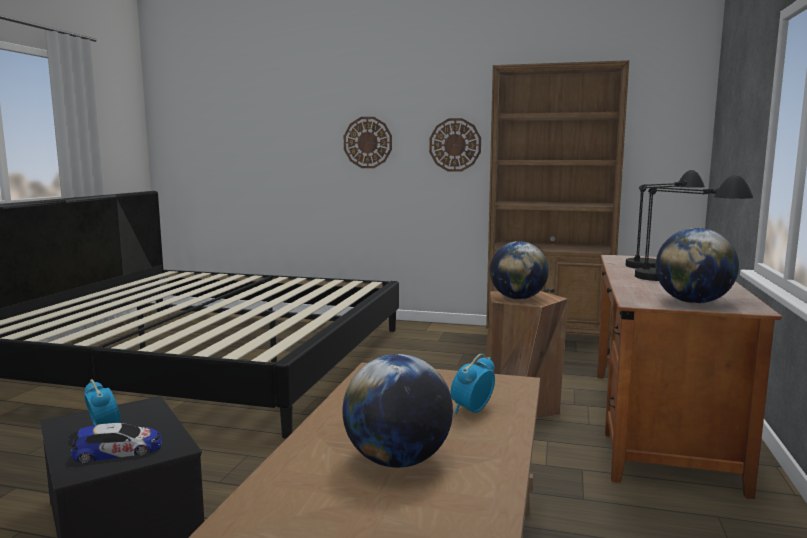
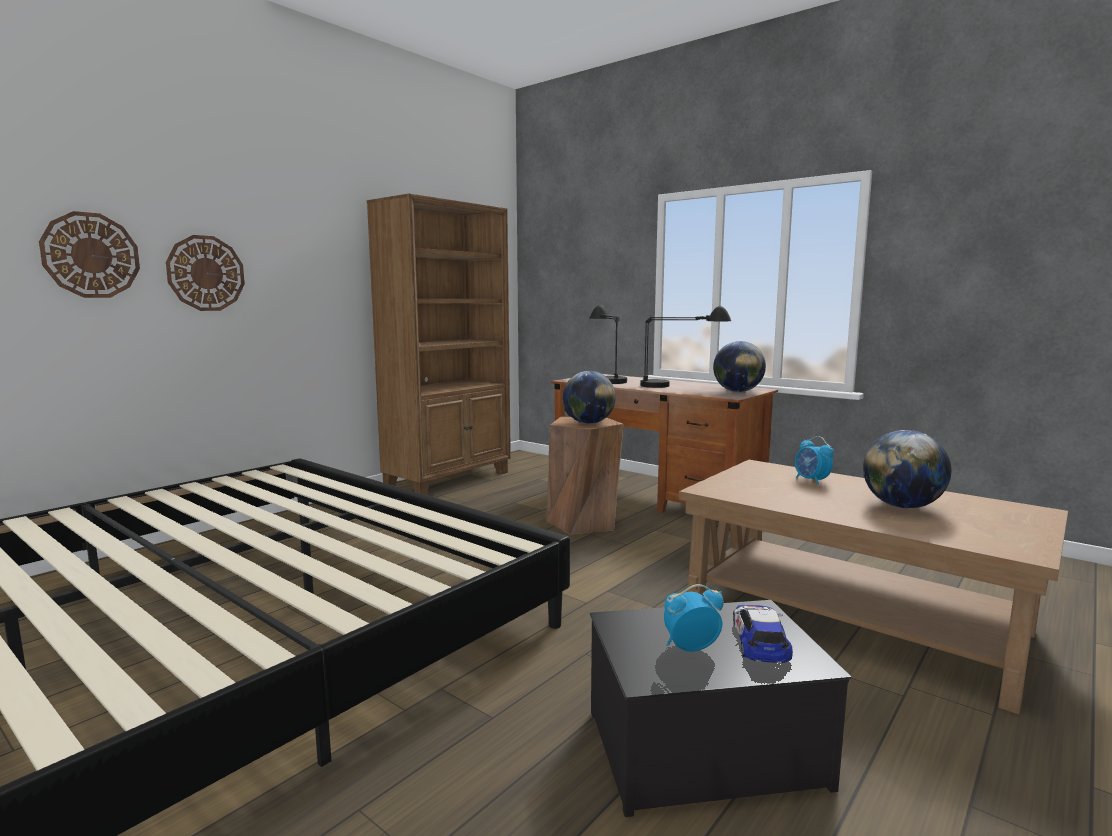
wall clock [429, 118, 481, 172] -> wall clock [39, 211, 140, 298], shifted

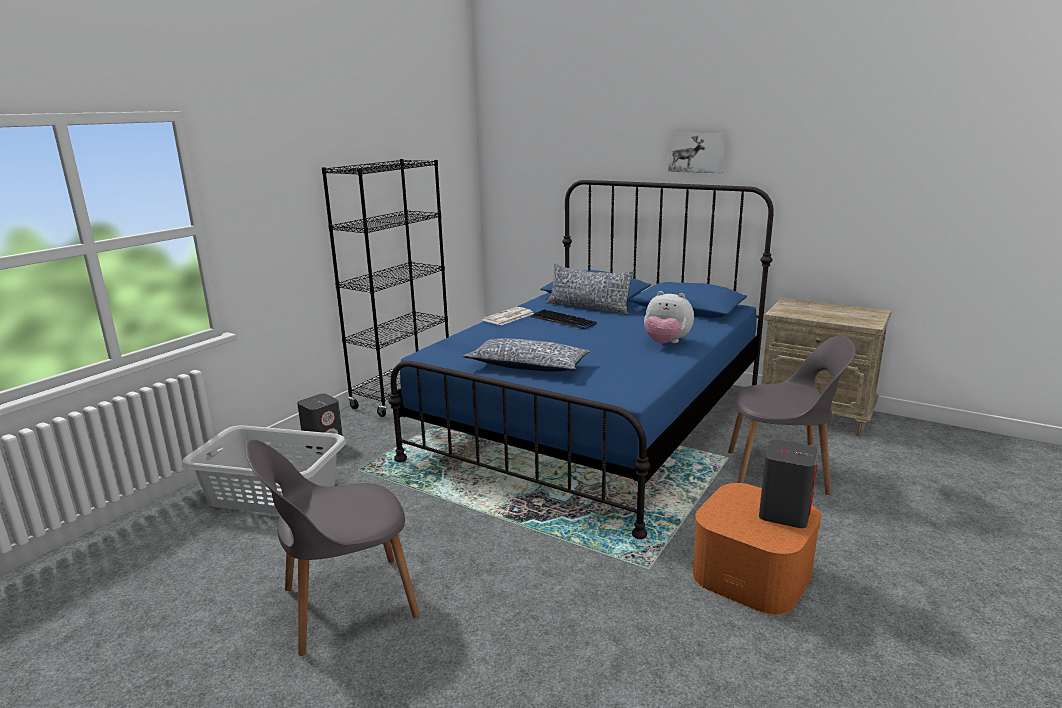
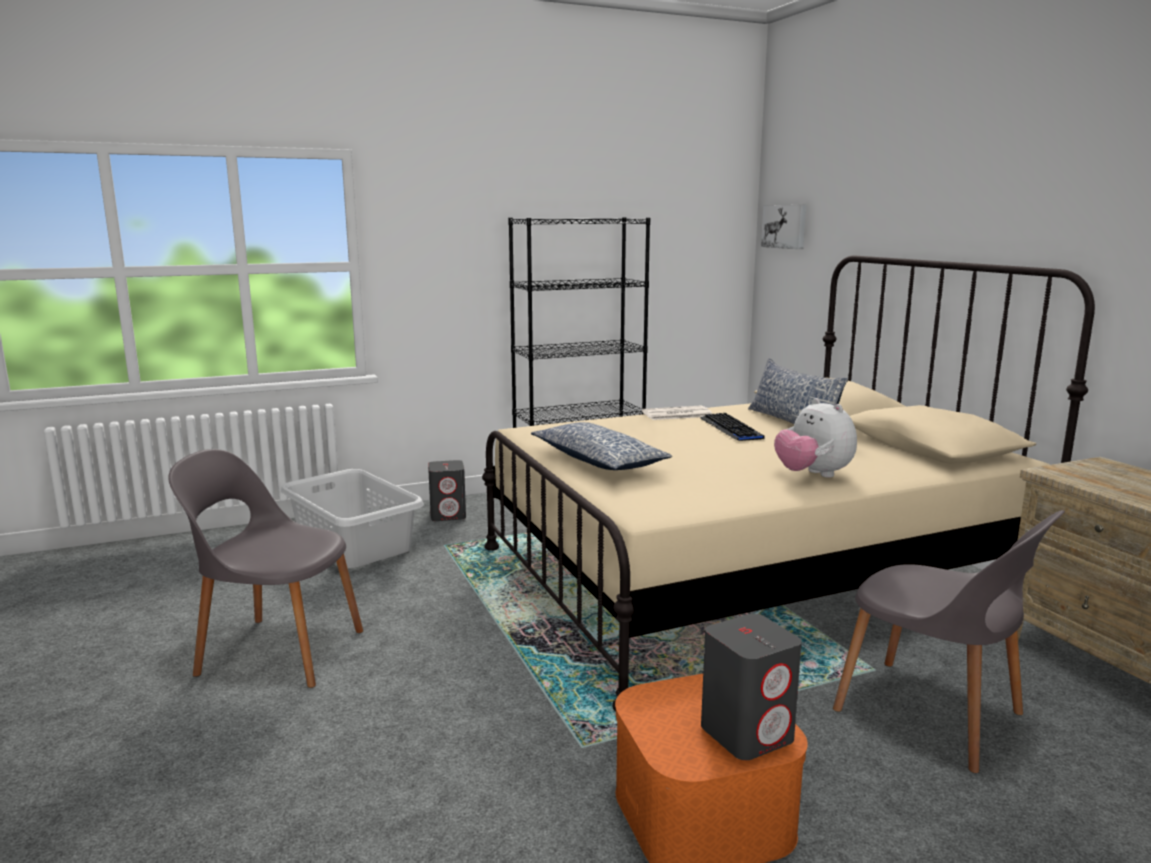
blue bed [388, 180, 774, 539] -> beige bed [482, 255, 1095, 712]
picture [668, 133, 726, 173] -> picture [761, 205, 806, 249], shifted

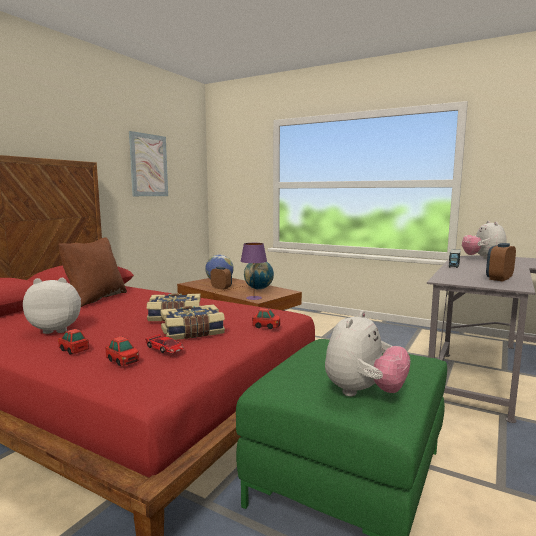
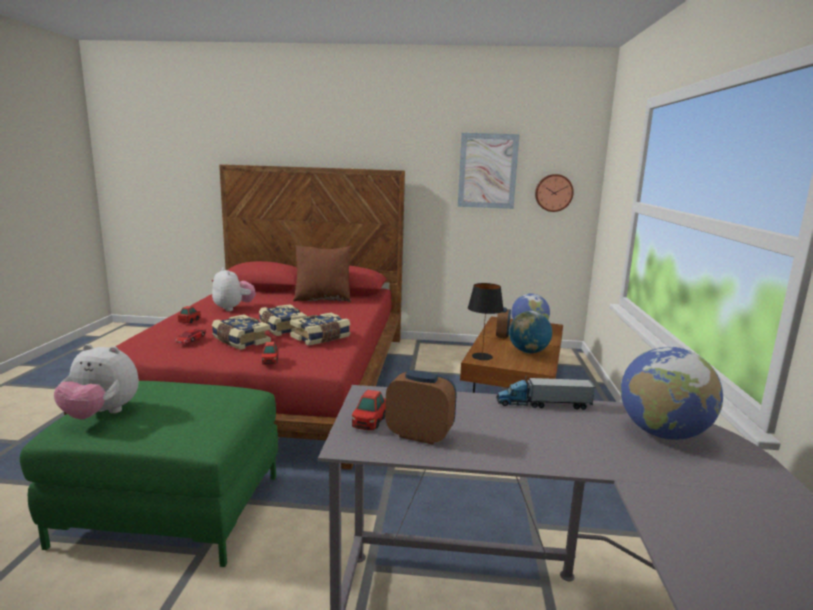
toy car [106, 336, 139, 366] -> toy car [352, 390, 386, 430], shifted
purple table lamp [241, 243, 267, 300] -> black table lamp [468, 283, 504, 360]
plush toy [462, 221, 506, 259] -> globe [621, 347, 723, 440]
none -> book [290, 312, 351, 346]
none -> wall clock [535, 174, 574, 212]

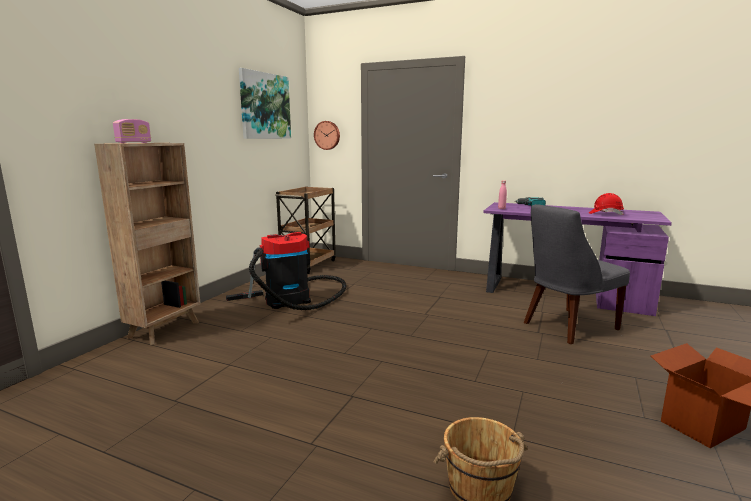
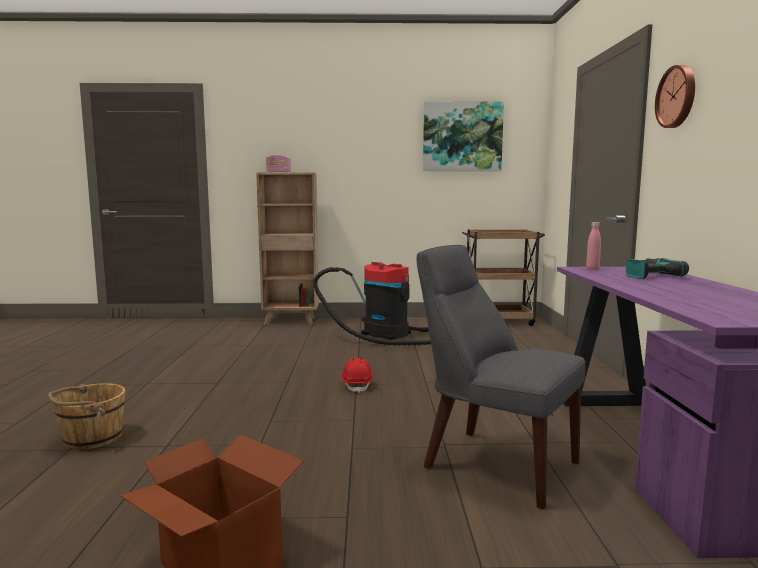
wall clock [314, 121, 340, 150] -> wall clock [655, 65, 695, 128], shifted
red hard hat [589, 193, 624, 215] -> red hard hat [341, 358, 374, 393], shifted

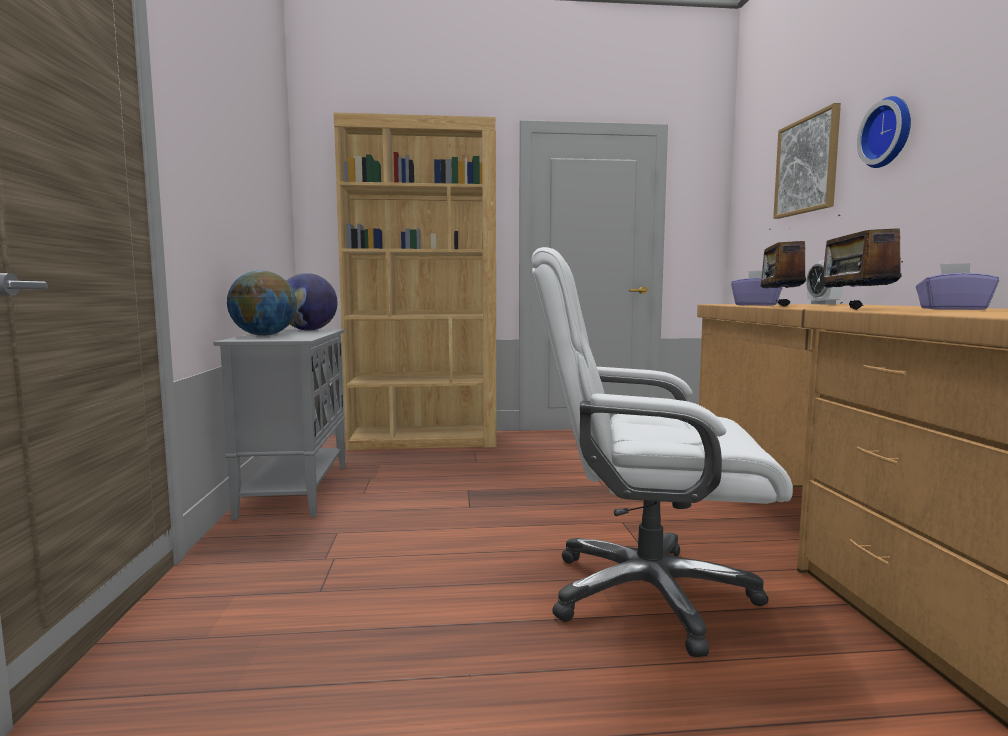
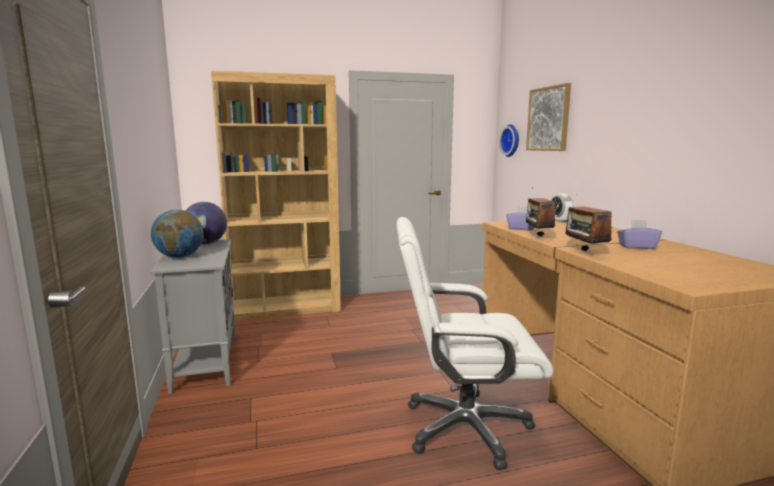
wall clock [857, 96, 911, 168] -> wall clock [500, 124, 519, 157], shifted

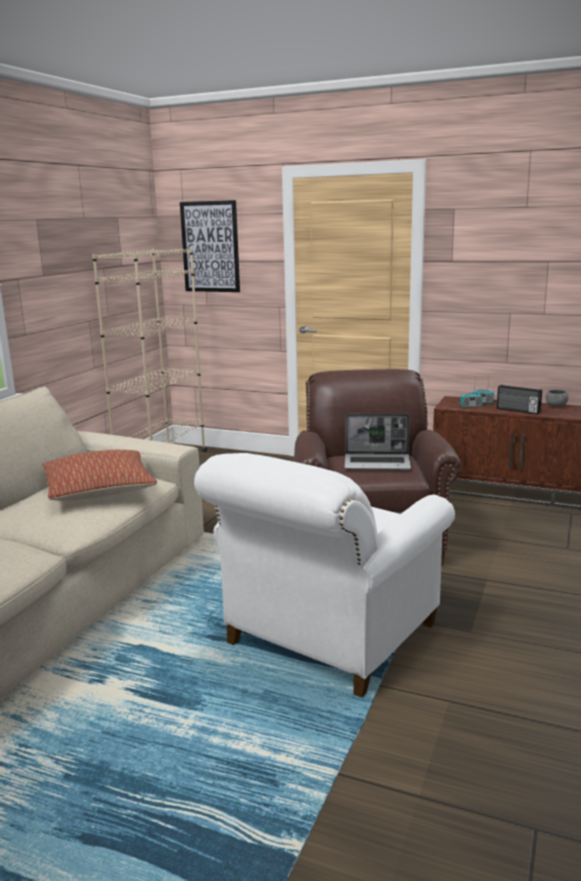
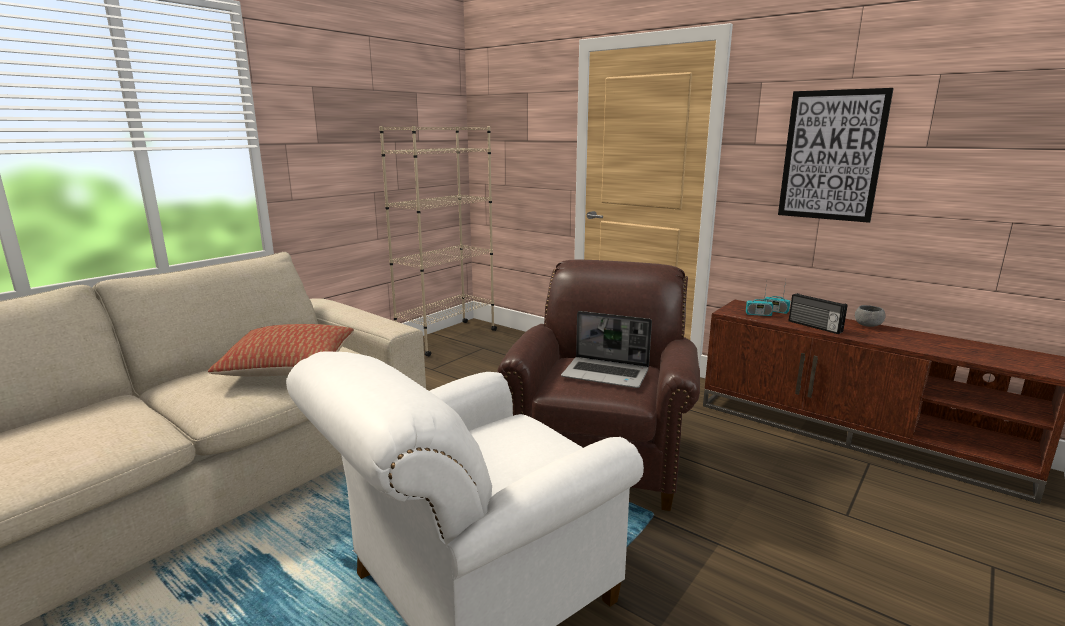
picture [180, 200, 240, 292] -> picture [778, 88, 894, 223], shifted

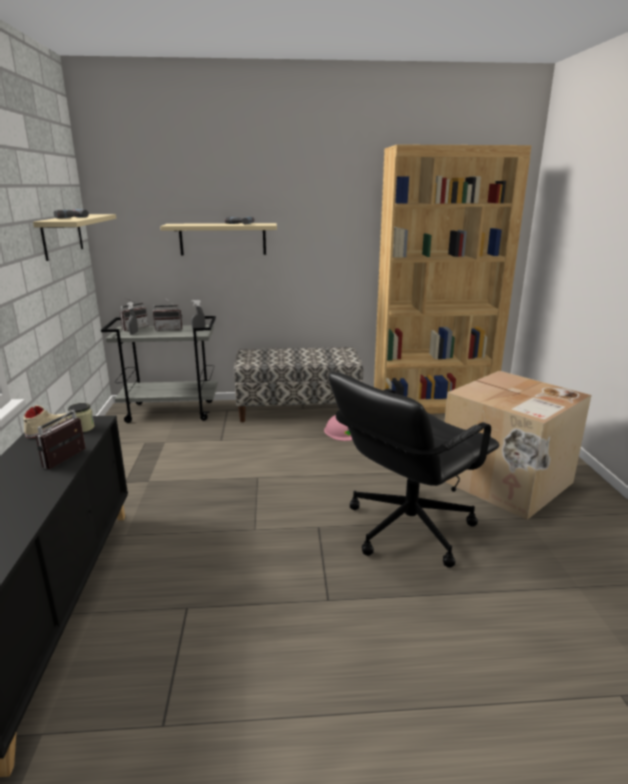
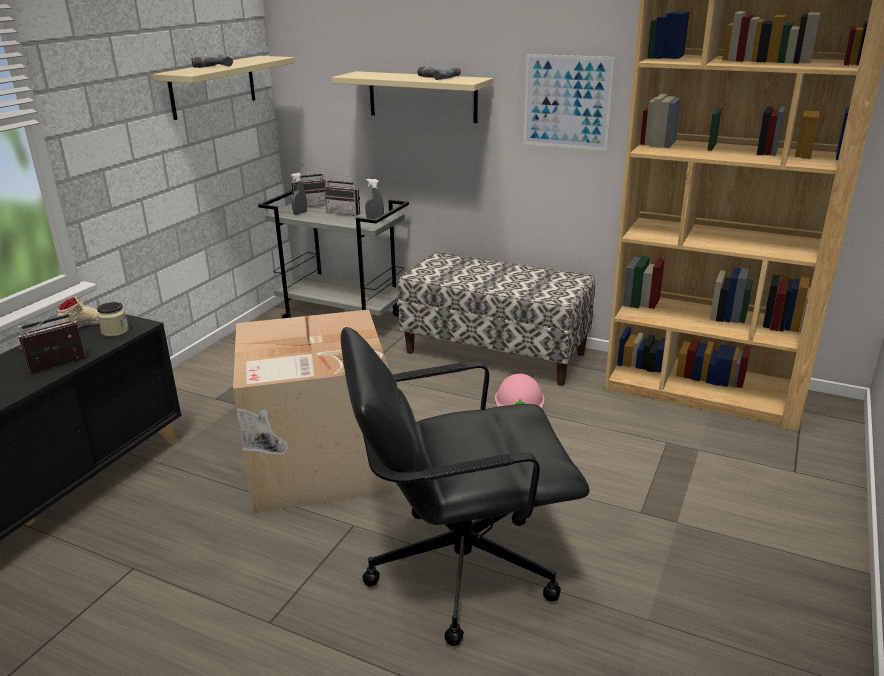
cardboard box [444, 371, 591, 520] -> cardboard box [233, 310, 396, 514], shifted
none -> picture [524, 54, 615, 151]

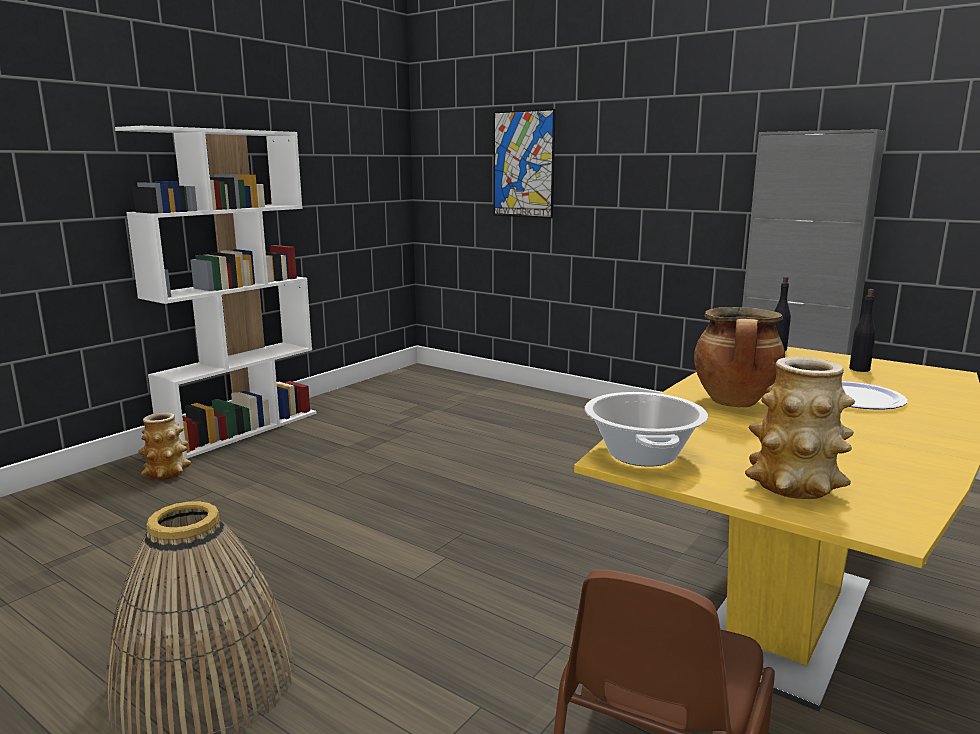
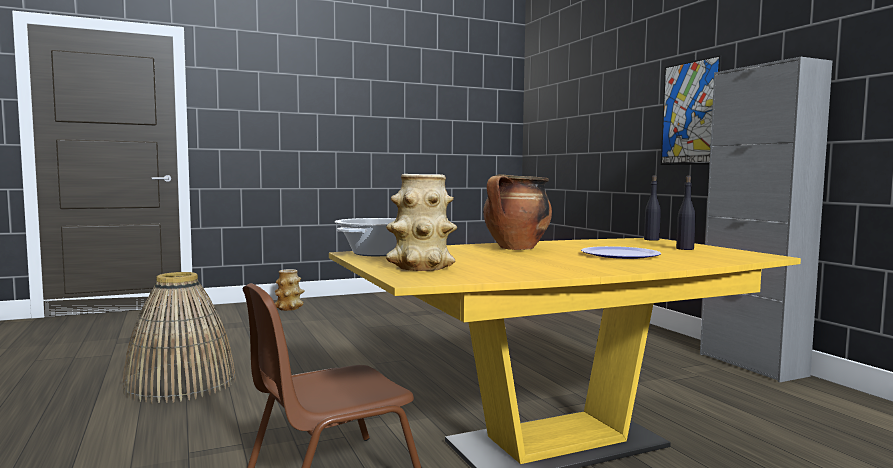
white bookcase [115, 125, 317, 459] -> none
picture [494, 109, 556, 219] -> picture [661, 55, 722, 165], shifted

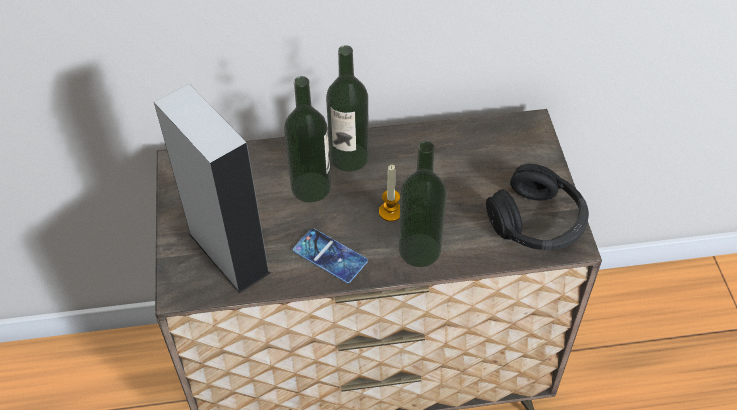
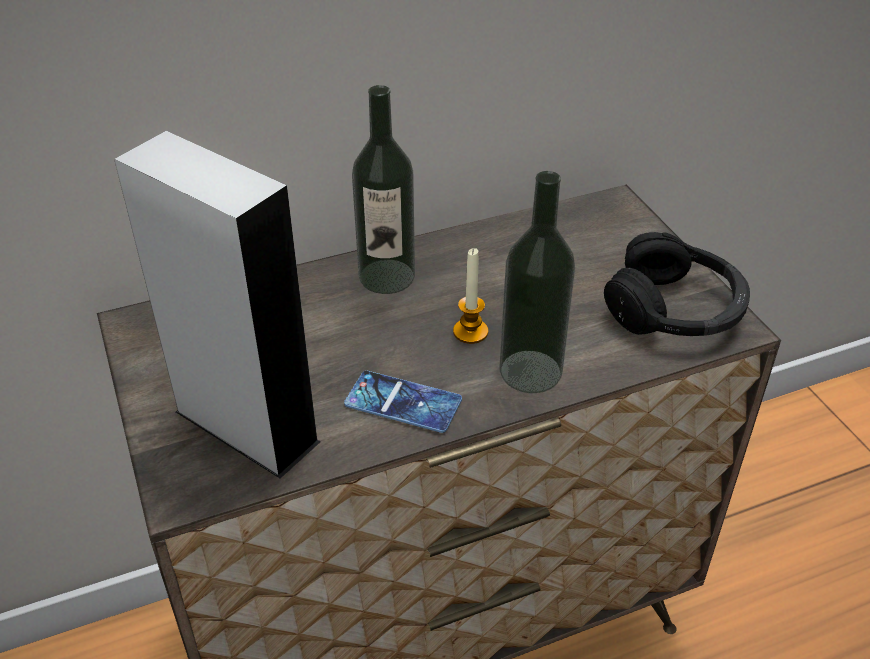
bottle [284, 76, 331, 203] -> none

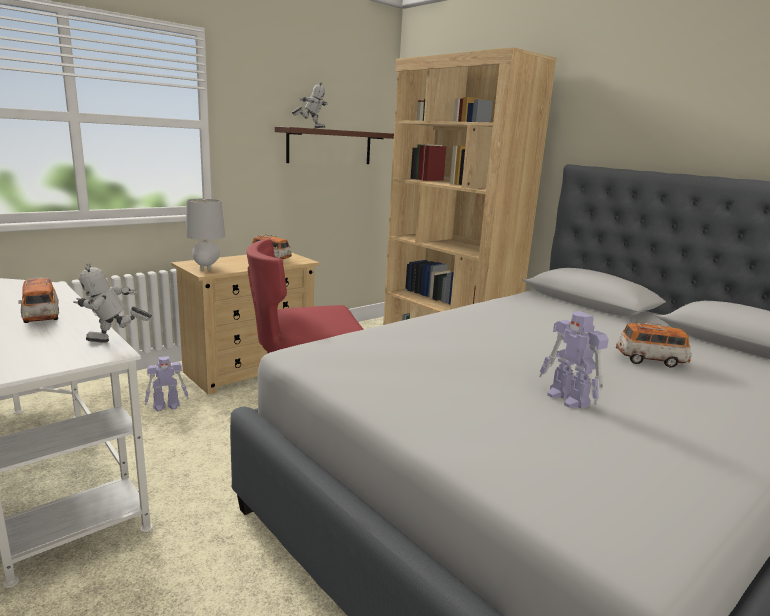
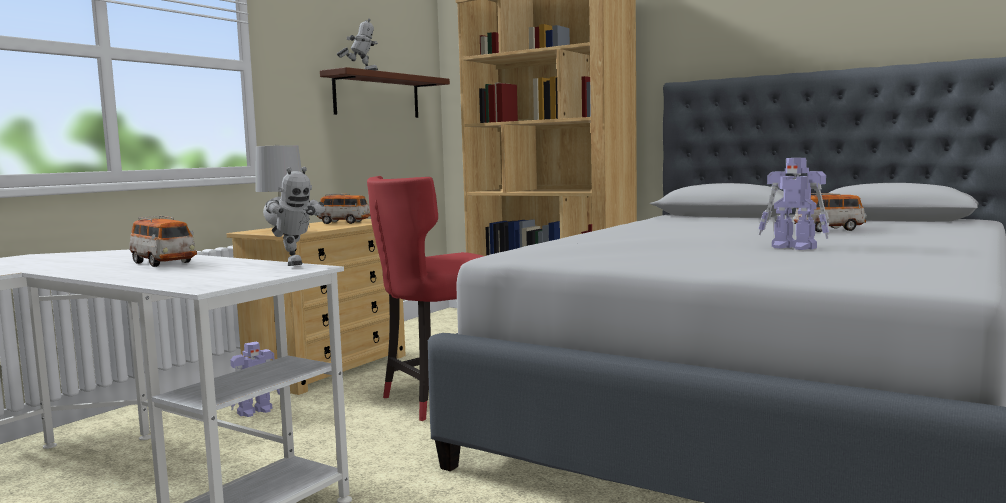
toy robot [73, 263, 152, 343] -> toy robot [266, 167, 325, 266], 90 degrees counterclockwise

